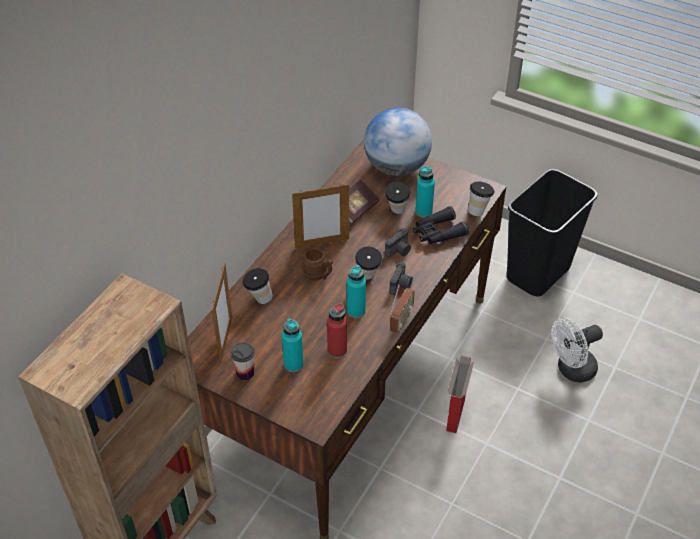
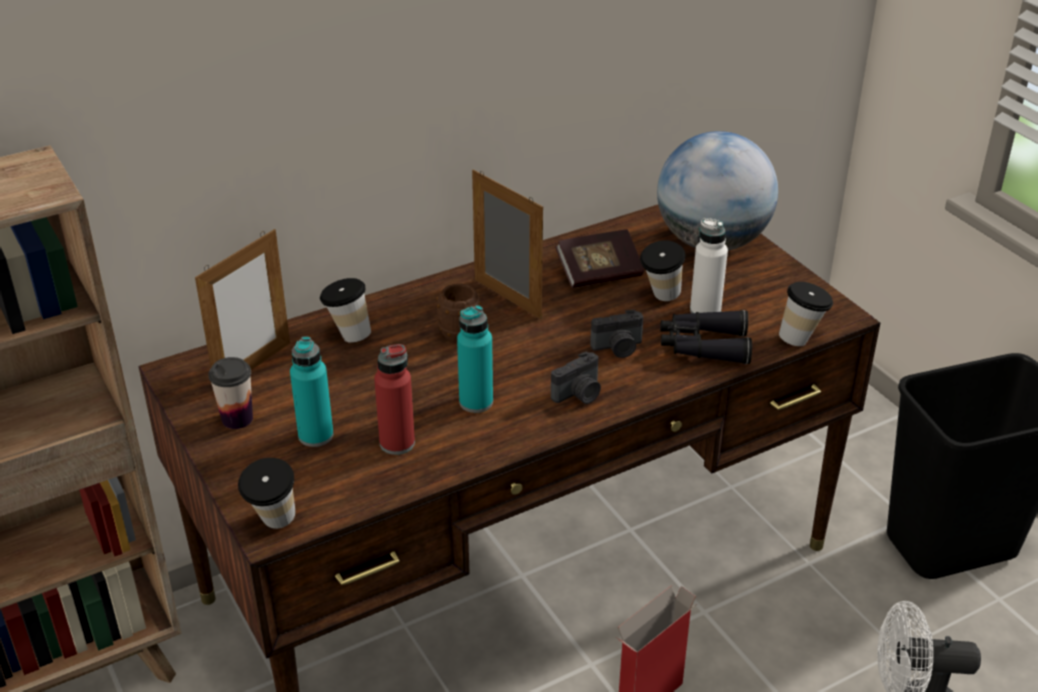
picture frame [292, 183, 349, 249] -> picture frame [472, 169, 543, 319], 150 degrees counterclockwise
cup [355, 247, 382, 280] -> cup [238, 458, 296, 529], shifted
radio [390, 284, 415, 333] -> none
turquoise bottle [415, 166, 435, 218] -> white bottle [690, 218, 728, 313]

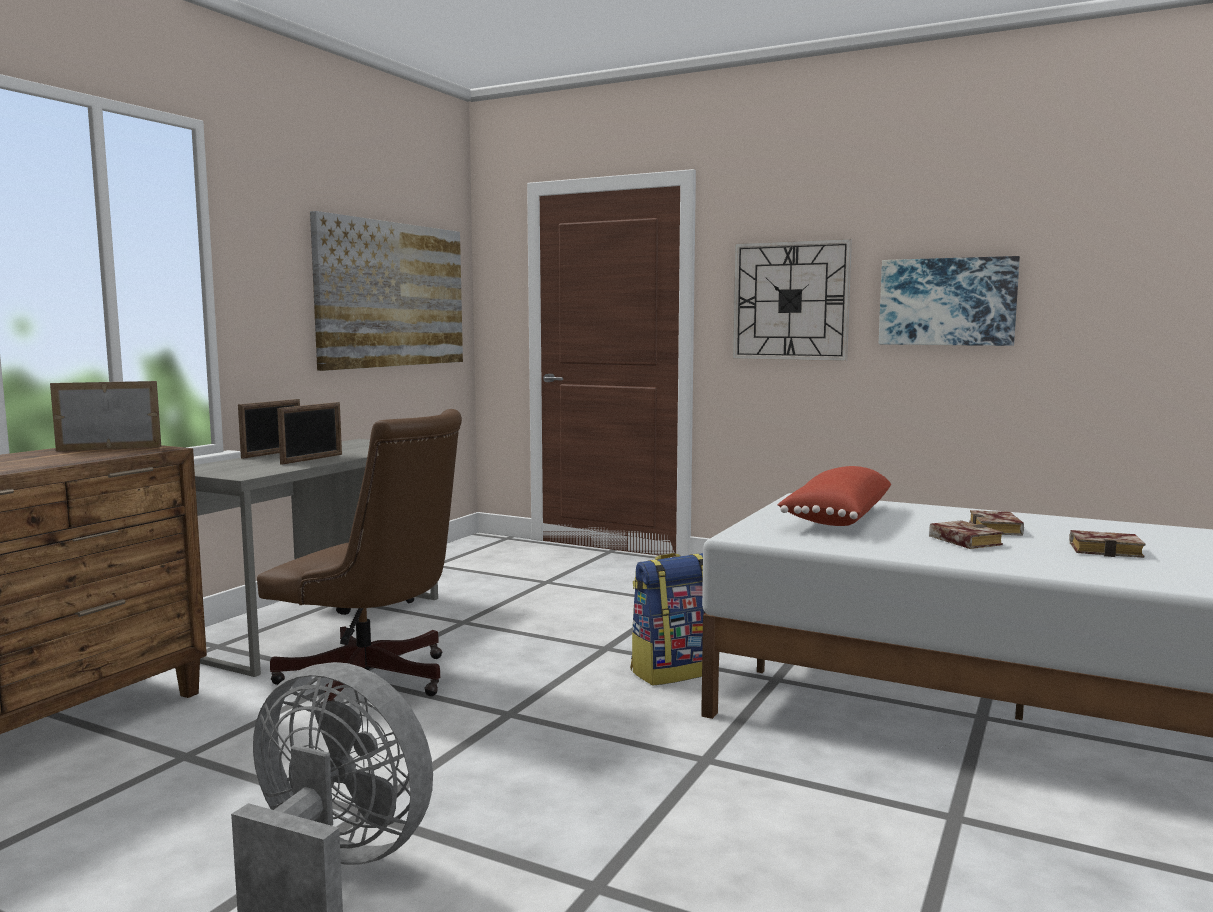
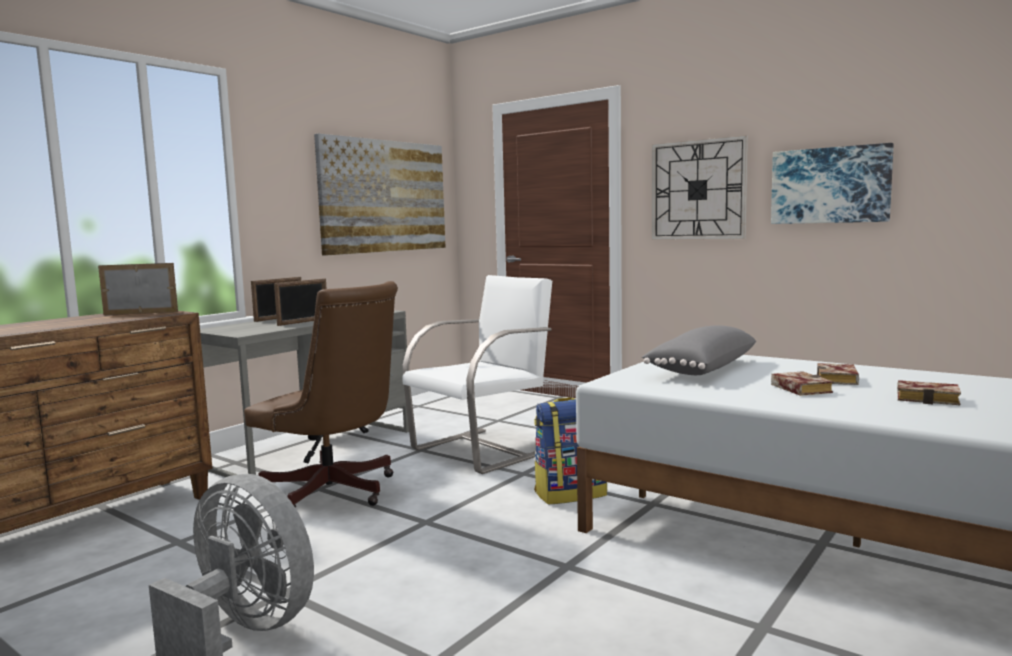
red pillow [777, 466, 891, 526] -> grey pillow [642, 325, 756, 375]
none -> white armchair [402, 275, 552, 474]

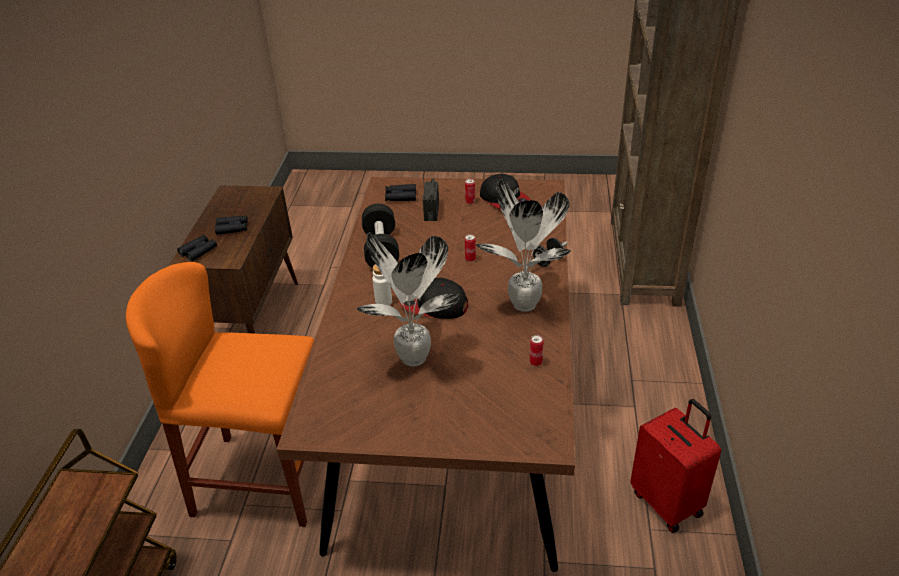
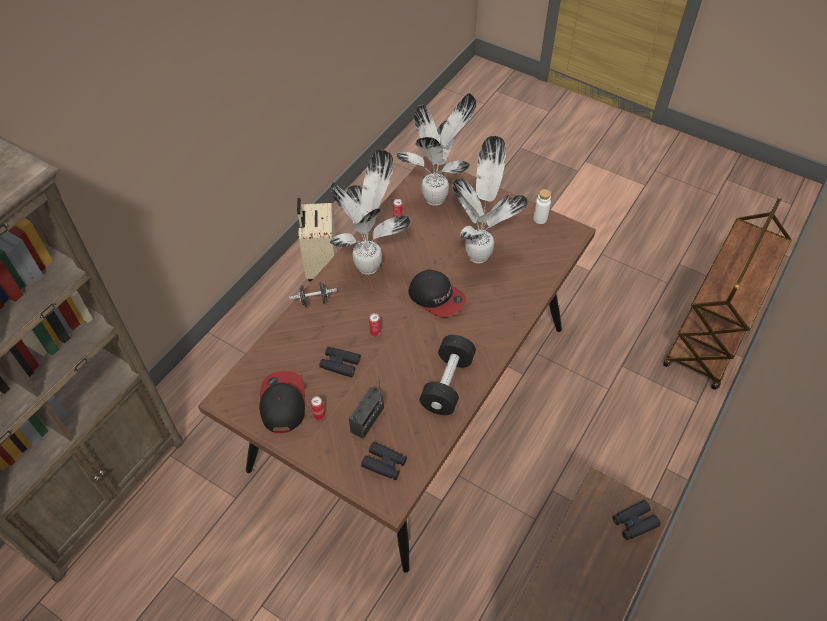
orange stool [126, 262, 314, 527] -> none
black binoculars [215, 216, 248, 235] -> black binoculars [319, 347, 361, 377], shifted
white bottle [372, 264, 392, 305] -> white bottle [533, 189, 551, 224], shifted
red suitcase [630, 399, 721, 533] -> beige suitcase [297, 198, 337, 282]
none -> potted plant [396, 94, 476, 206]

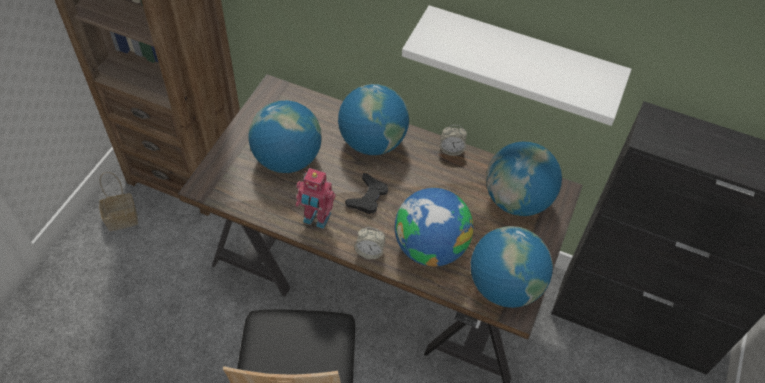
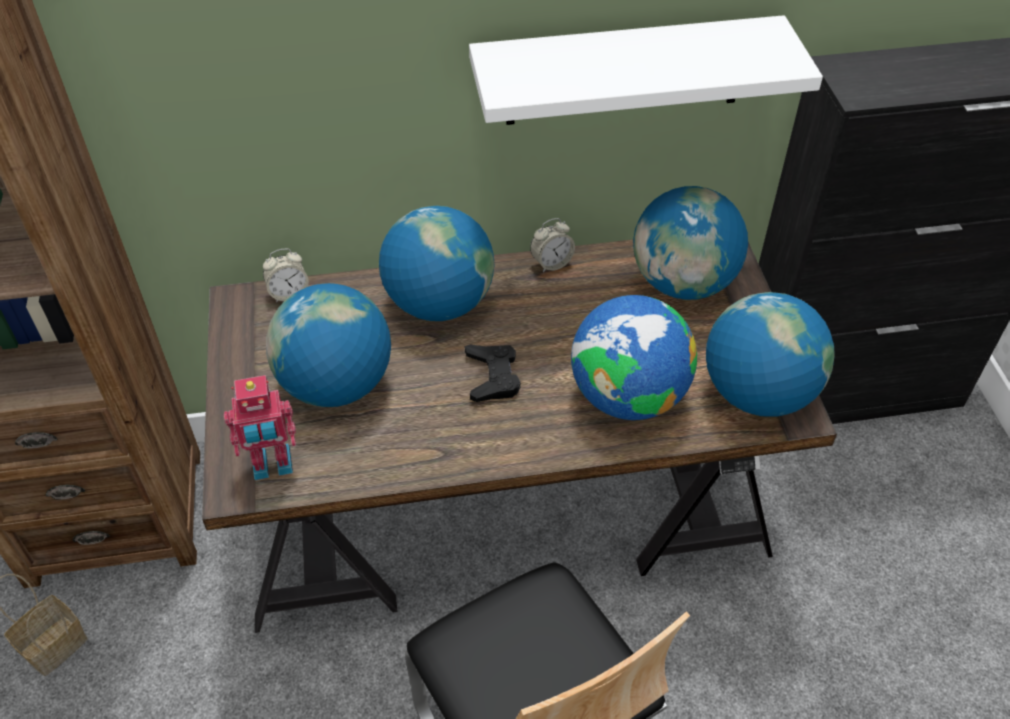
toy robot [296, 168, 336, 229] -> toy robot [224, 375, 296, 480], shifted
alarm clock [355, 227, 385, 259] -> alarm clock [263, 249, 309, 303], shifted

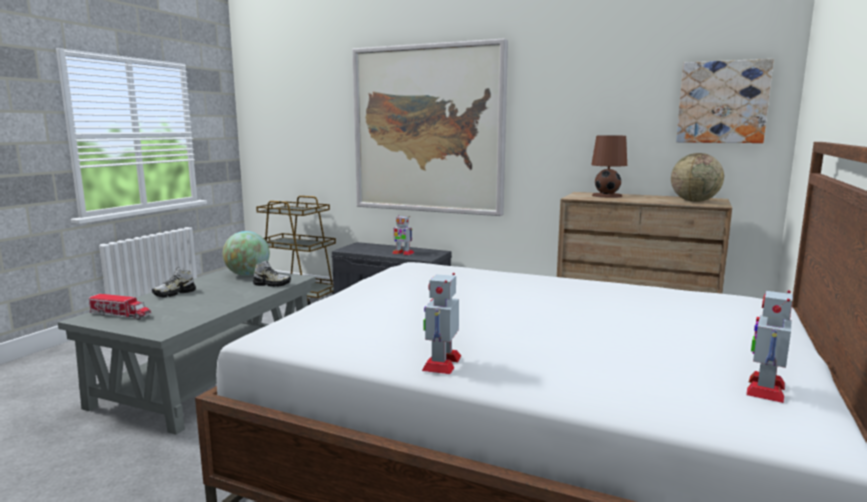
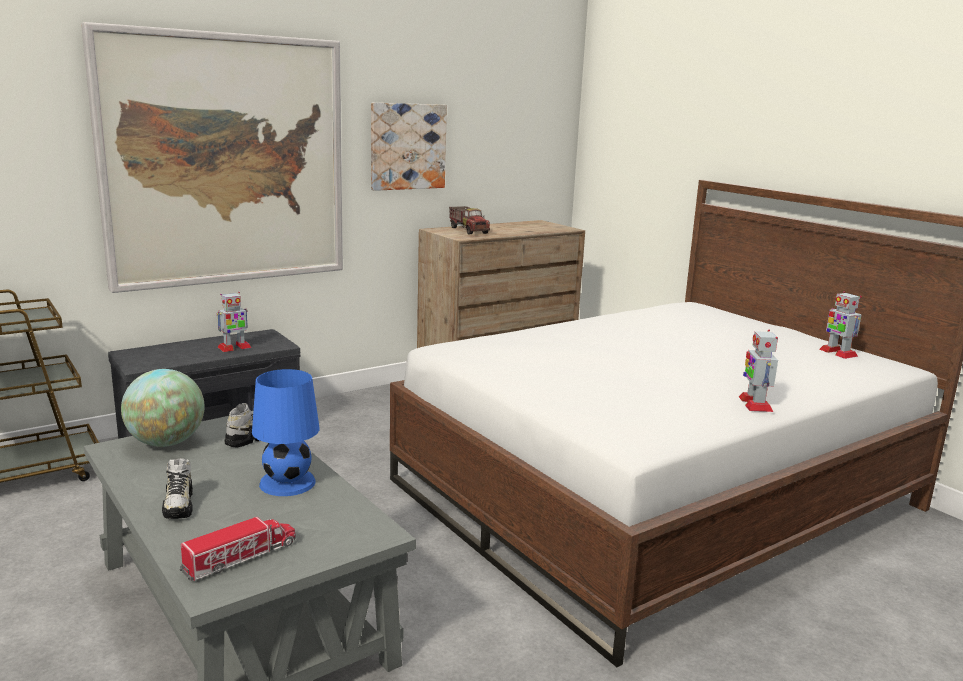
toy robot [422, 273, 461, 374] -> toy robot [739, 330, 778, 412], 45 degrees clockwise
brown table lamp [591, 135, 627, 198] -> toy truck [449, 206, 490, 234]
globe [671, 153, 724, 202] -> none
picture [676, 59, 774, 143] -> picture [371, 103, 447, 191], shifted
none -> blue table lamp [252, 369, 320, 496]

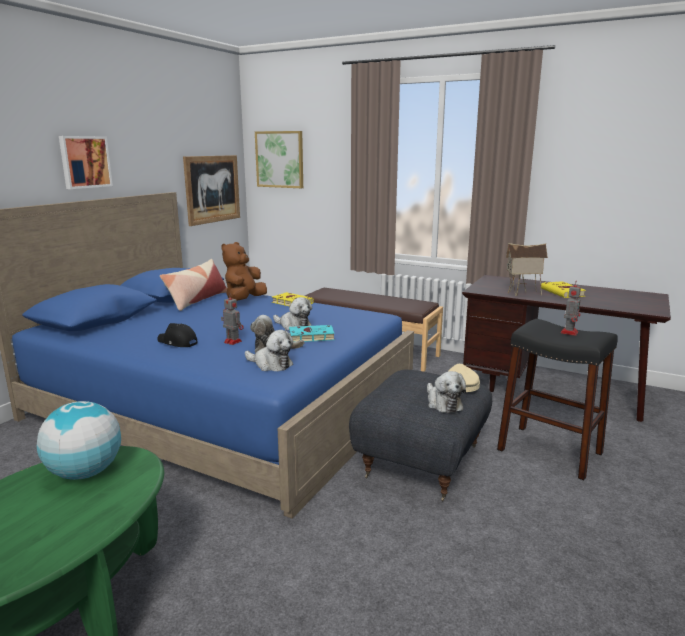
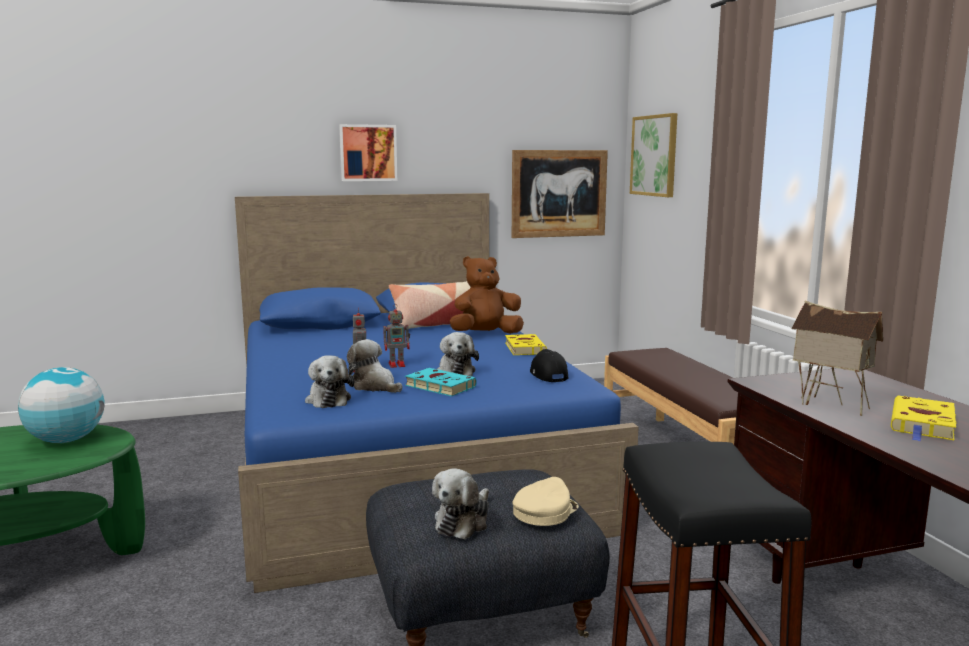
black cap [157, 323, 197, 347] -> black cap [530, 349, 569, 382], shifted
toy robot [561, 283, 581, 336] -> toy robot [383, 304, 410, 368], shifted

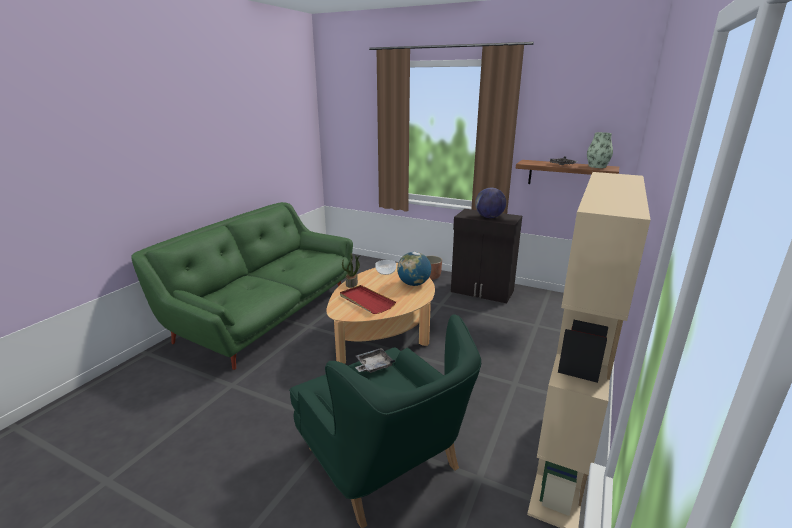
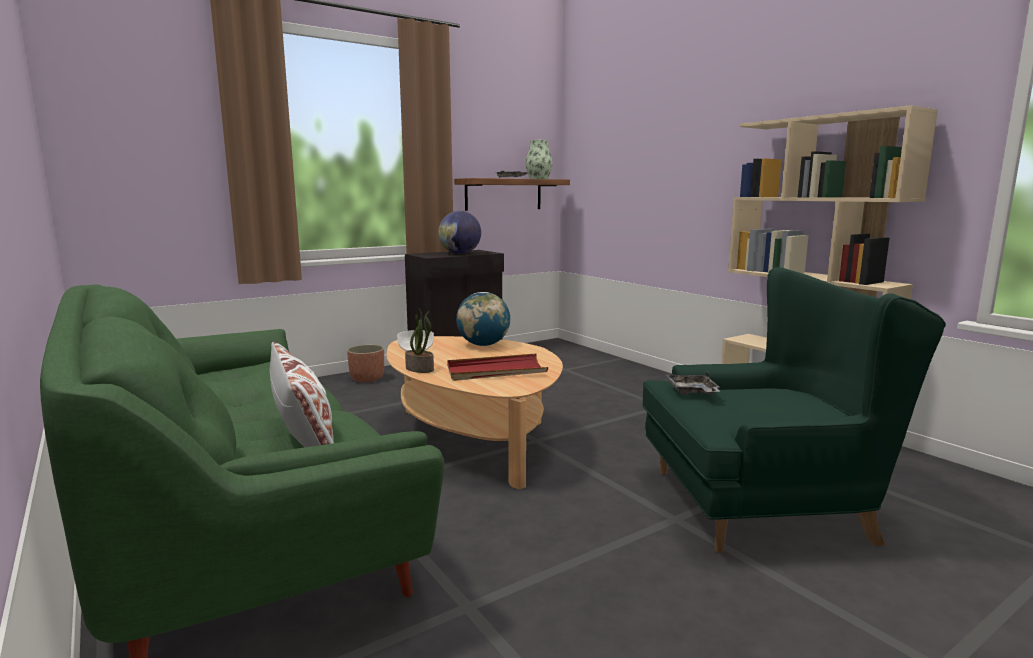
none -> white pillow [270, 342, 334, 447]

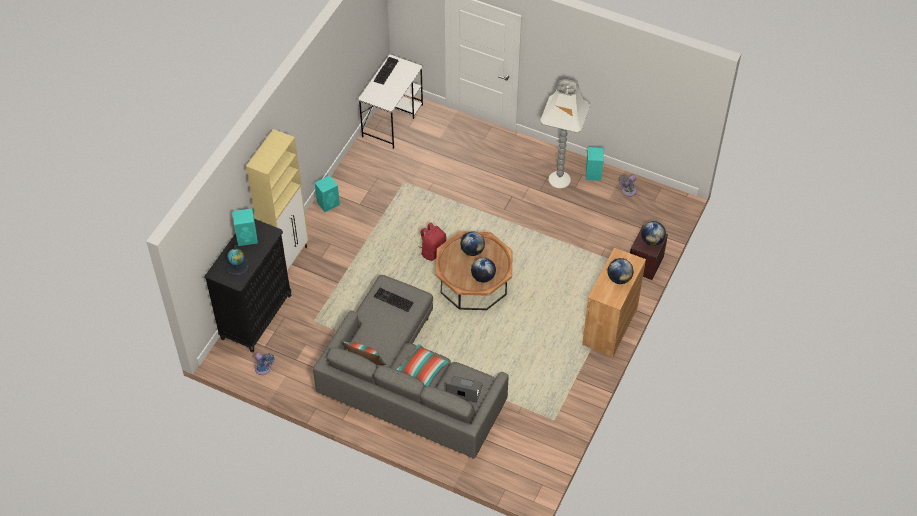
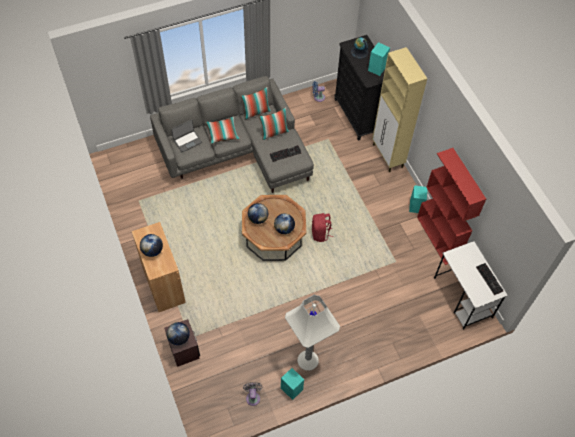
none -> pillow [258, 107, 289, 140]
none -> red bookcase [417, 148, 486, 265]

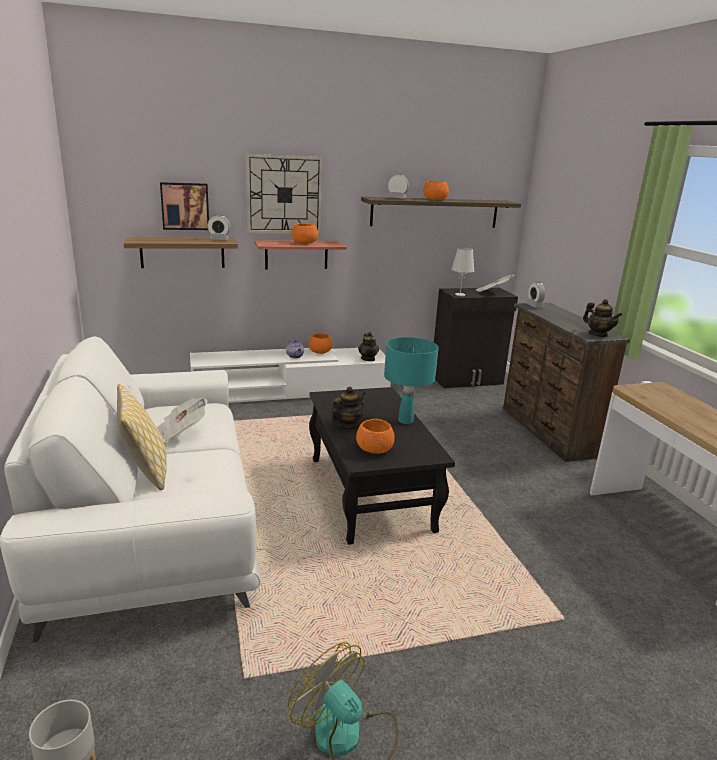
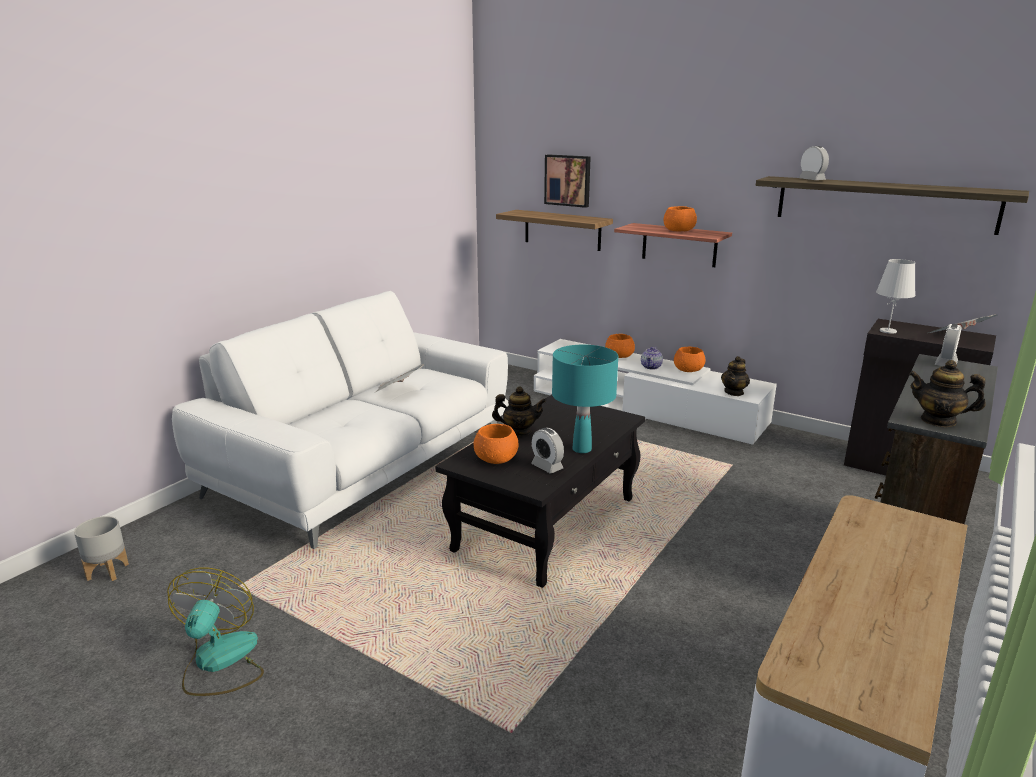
pillow [117, 384, 167, 490] -> none
alarm clock [207, 215, 230, 240] -> alarm clock [531, 428, 564, 474], shifted
wall clock [246, 154, 323, 234] -> none
orange bowl [423, 181, 449, 200] -> orange bowl [605, 334, 635, 358], shifted
teapot [583, 299, 622, 337] -> teapot [909, 360, 986, 427], 105 degrees clockwise

